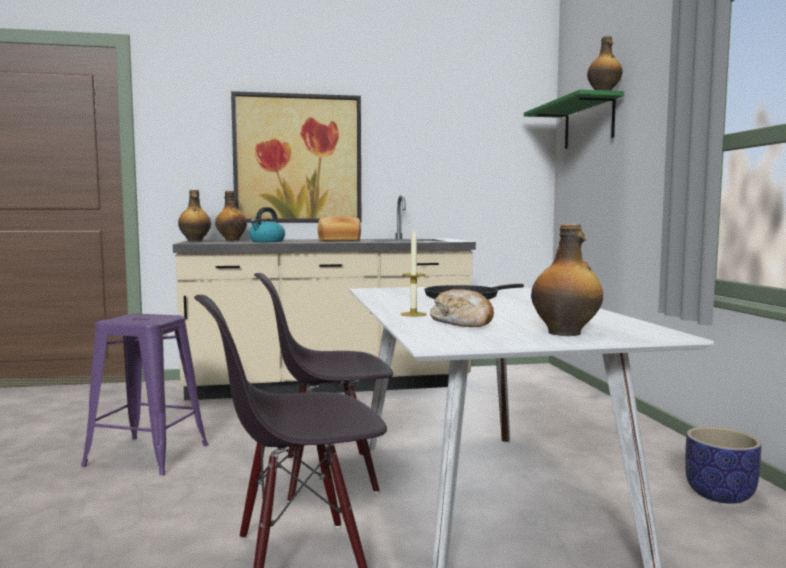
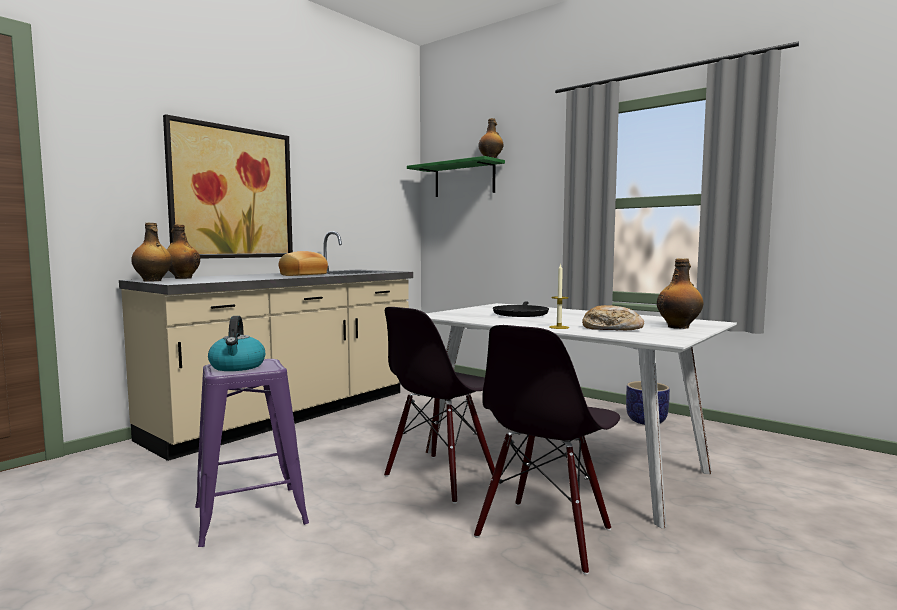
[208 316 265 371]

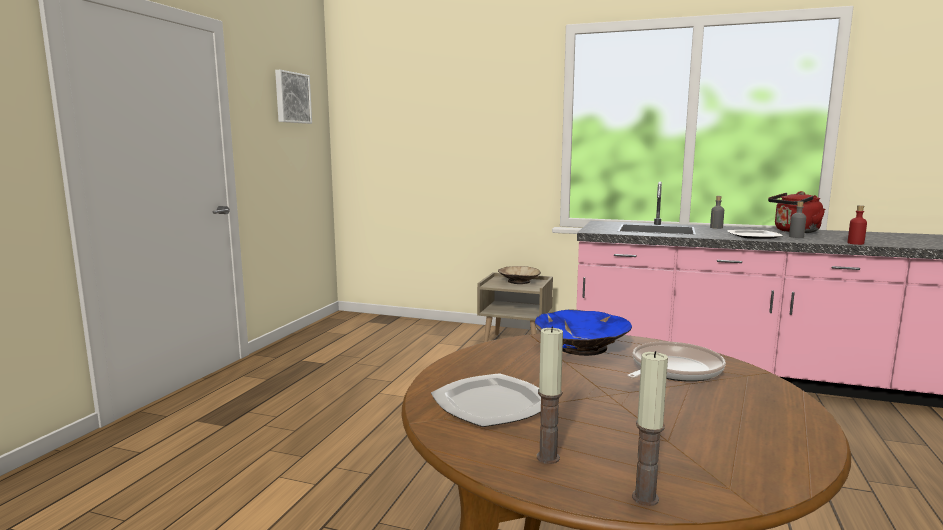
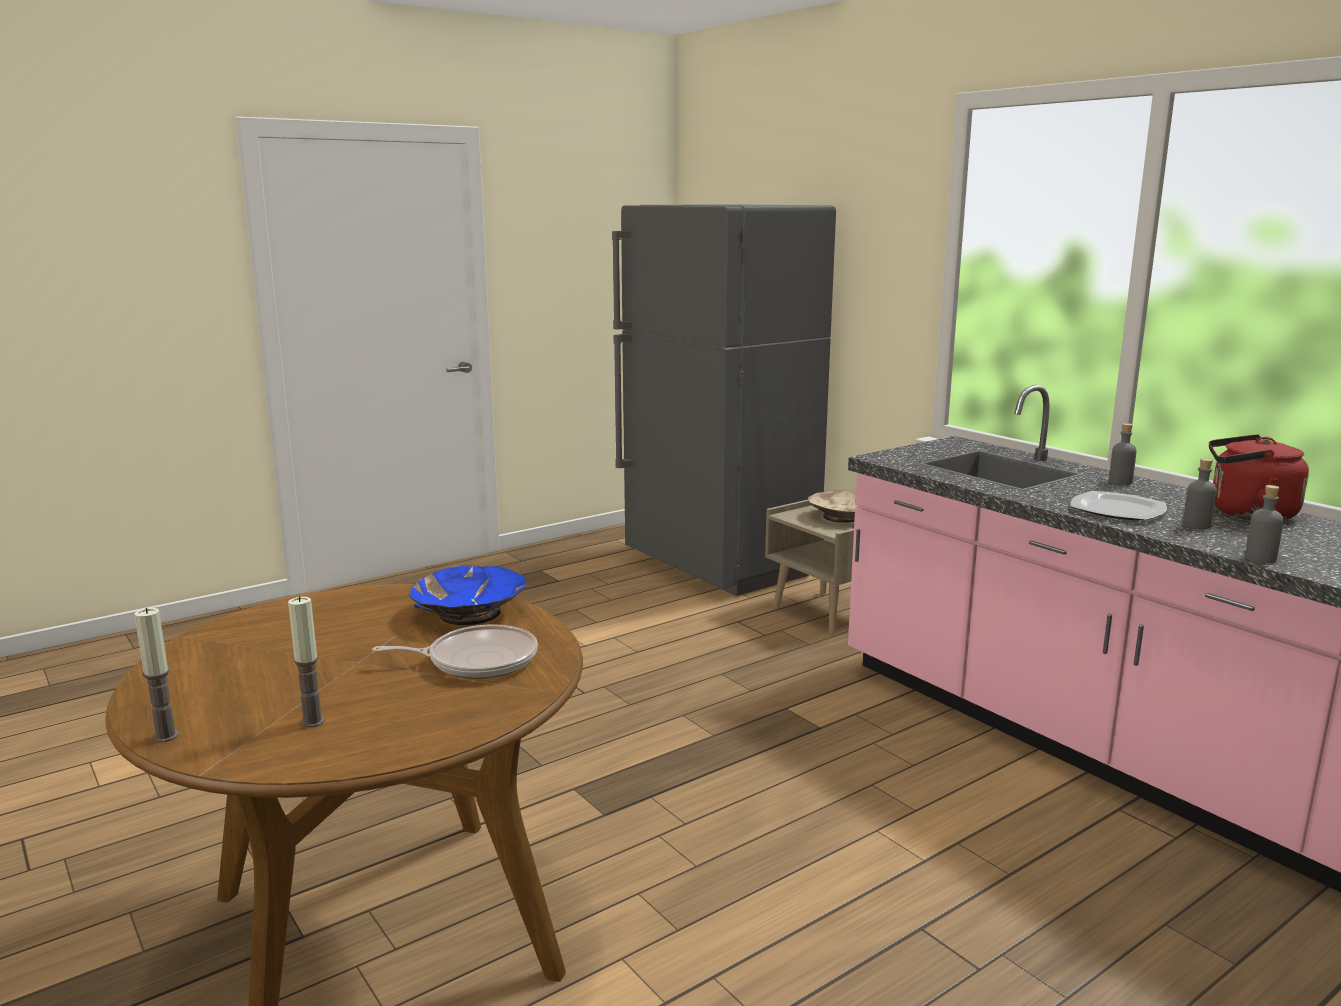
[275 70 312 124] (first image)
[431 373 541 427] (first image)
[288 596 325 728]
[1245 485 1284 563]
[612 204 836 596]

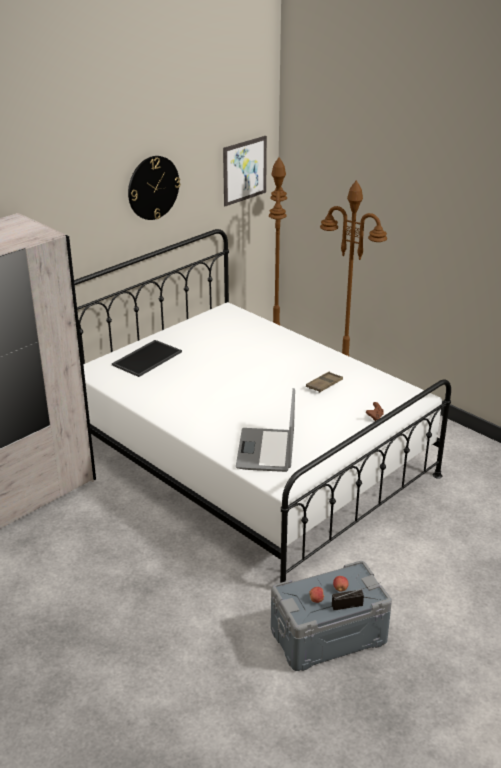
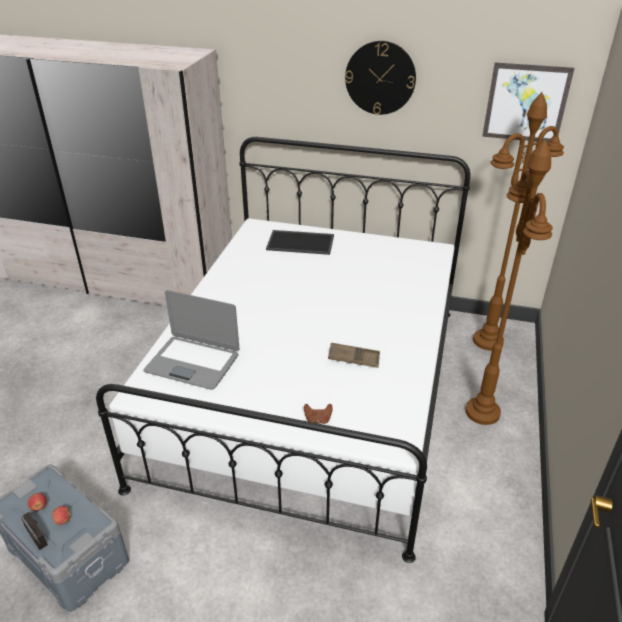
[143 290 239 390]

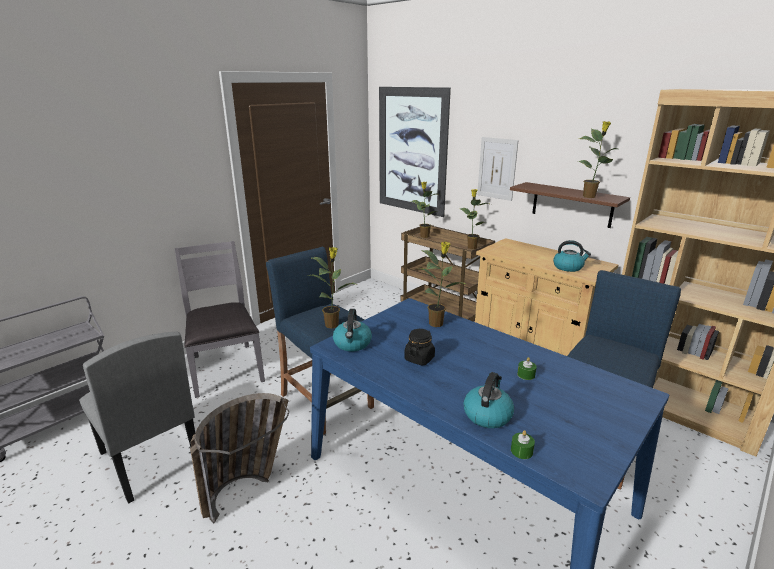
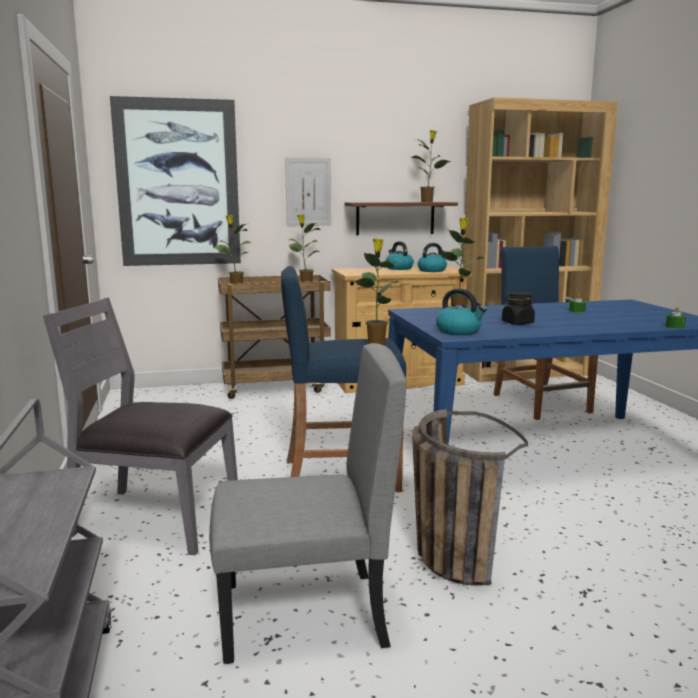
[385 241 414 270]

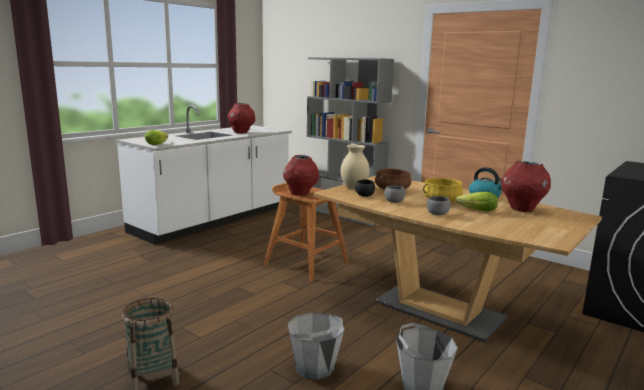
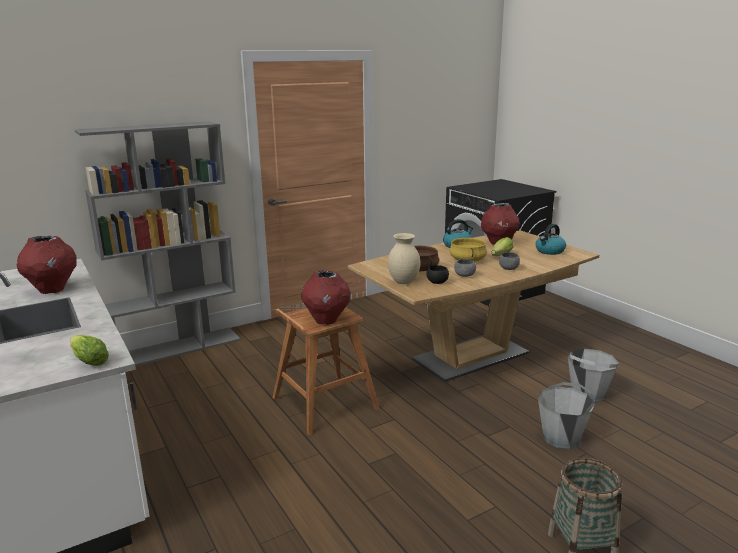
[535 224 566 255]

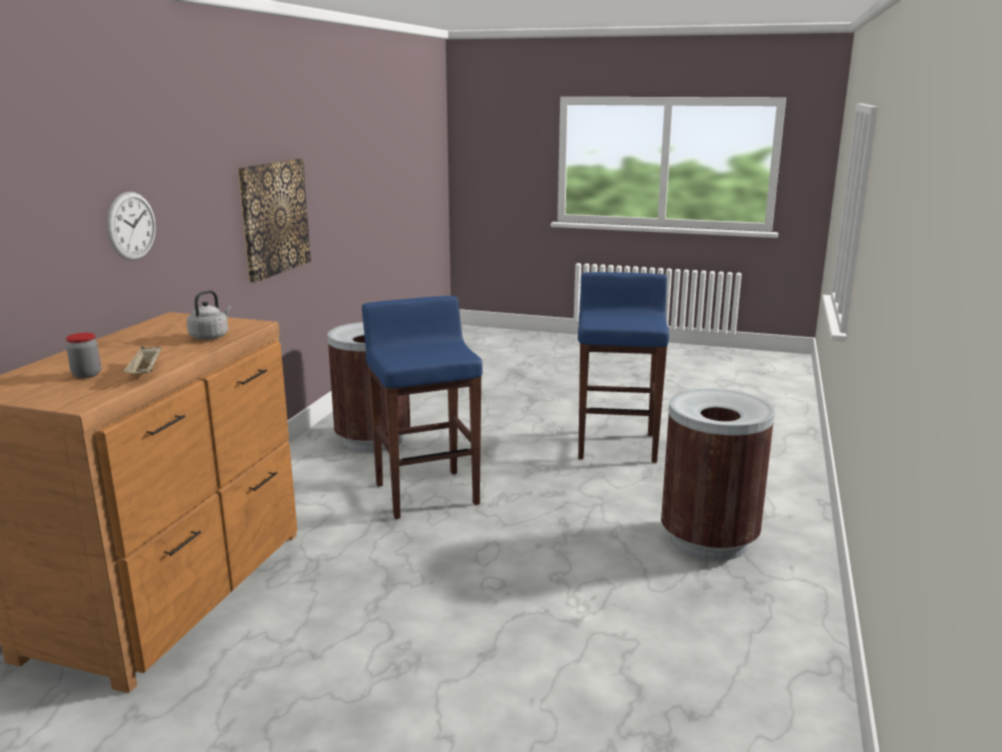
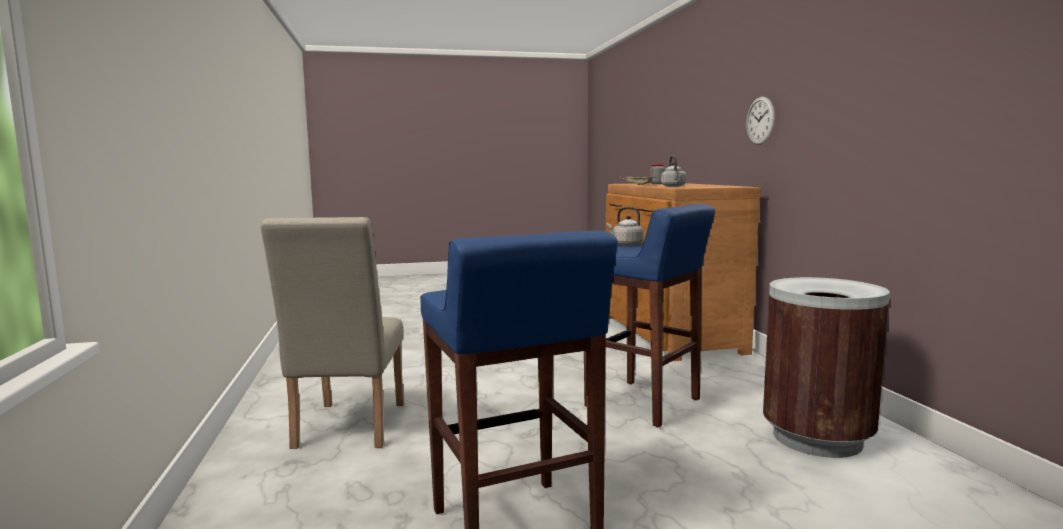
[238 159 311 283] (first image)
[261 217 404 449]
[607 207 644 246]

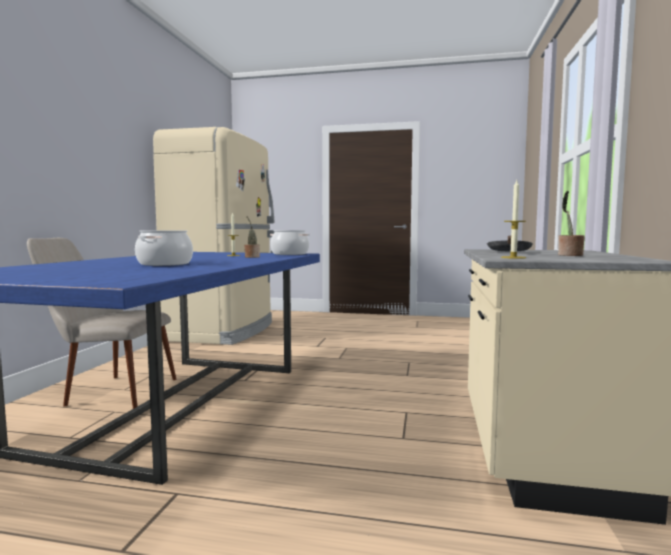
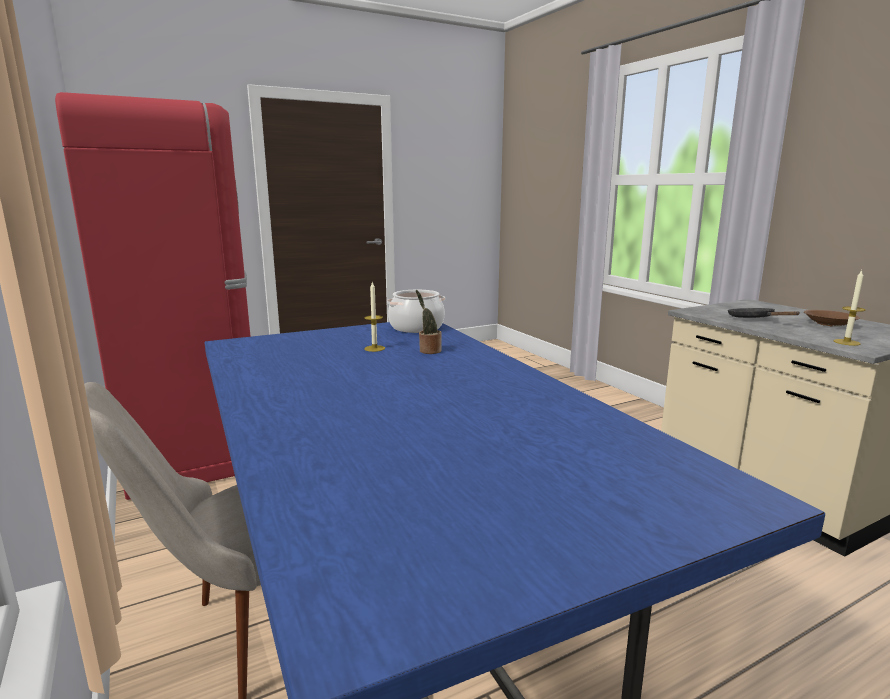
[135 230 193 266] (first image)
[55 92 251 500]
[804 310 860 327]

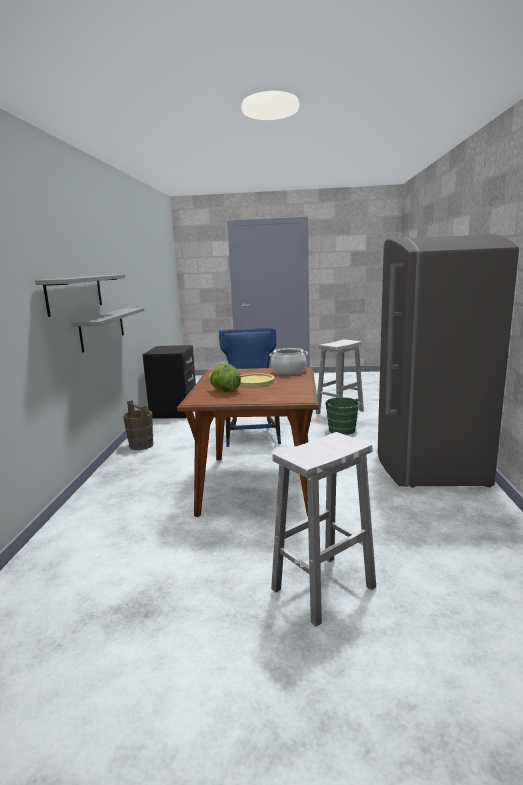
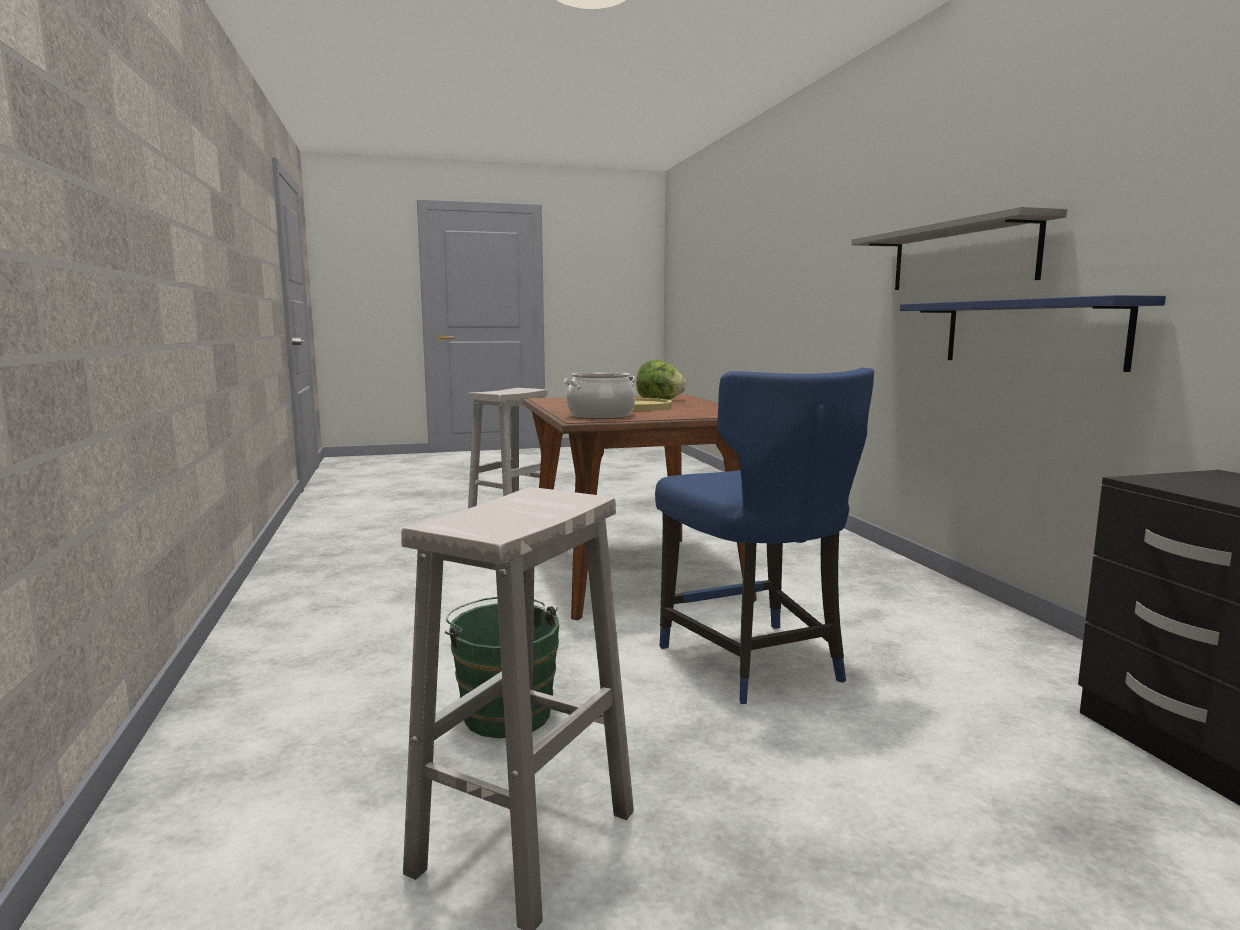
[900 295 1166 372]
[123 400 154 450] (first image)
[378 234 519 488] (first image)

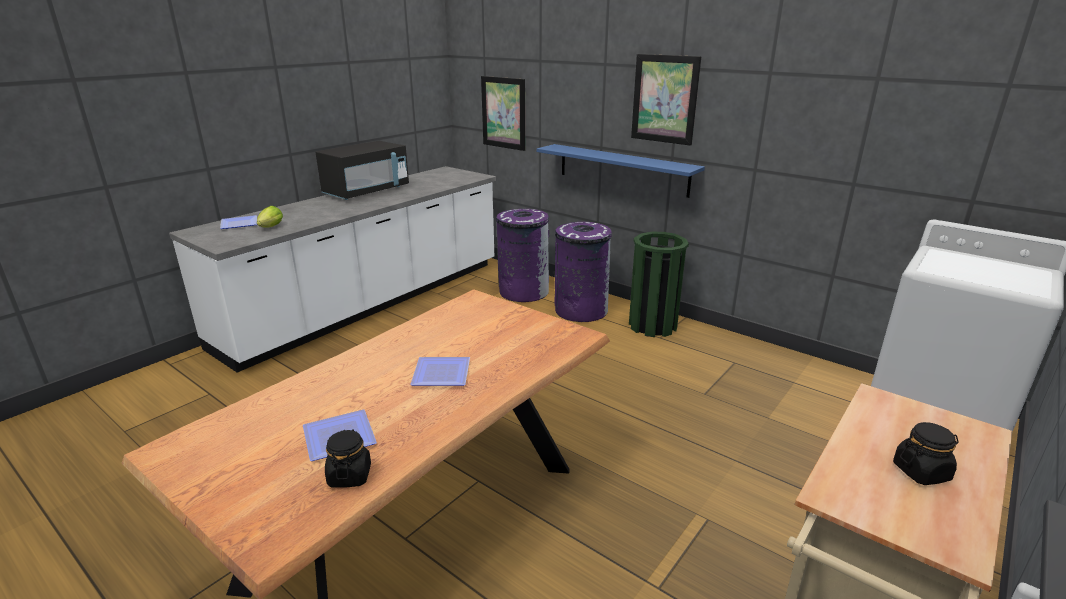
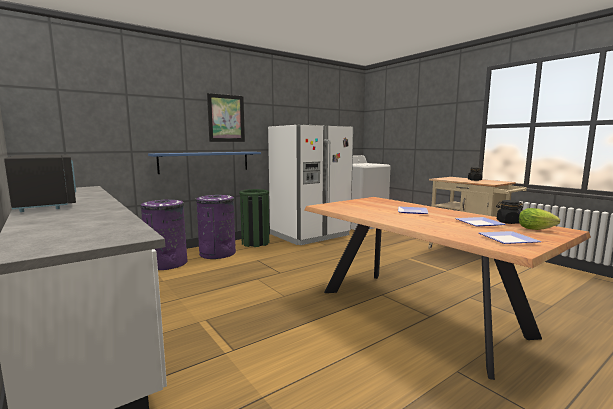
[479 231 541 244]
[519 208 560 230]
[481 76 525 151] (first image)
[268 124 353 245]

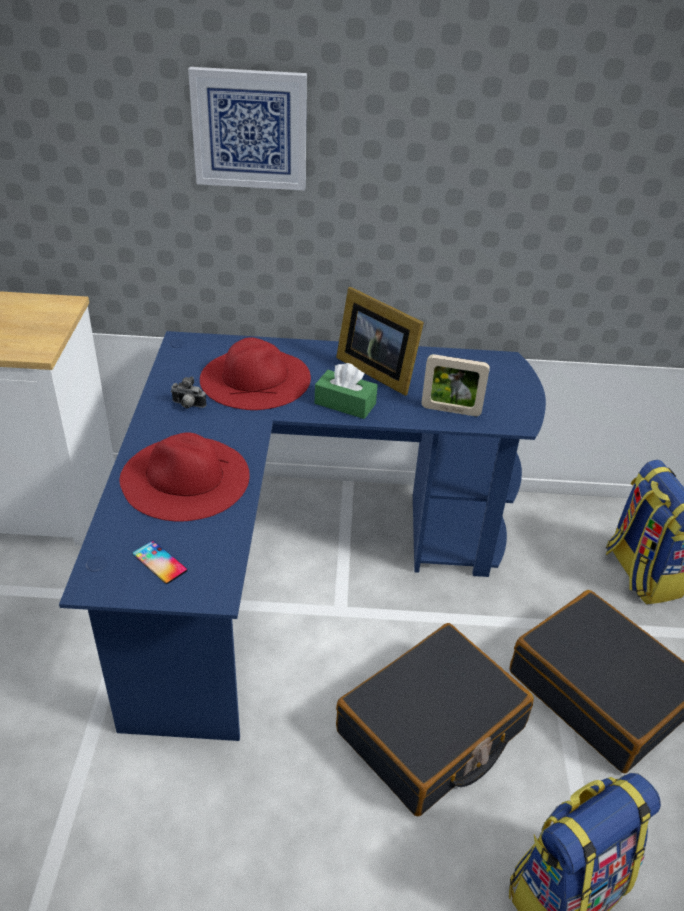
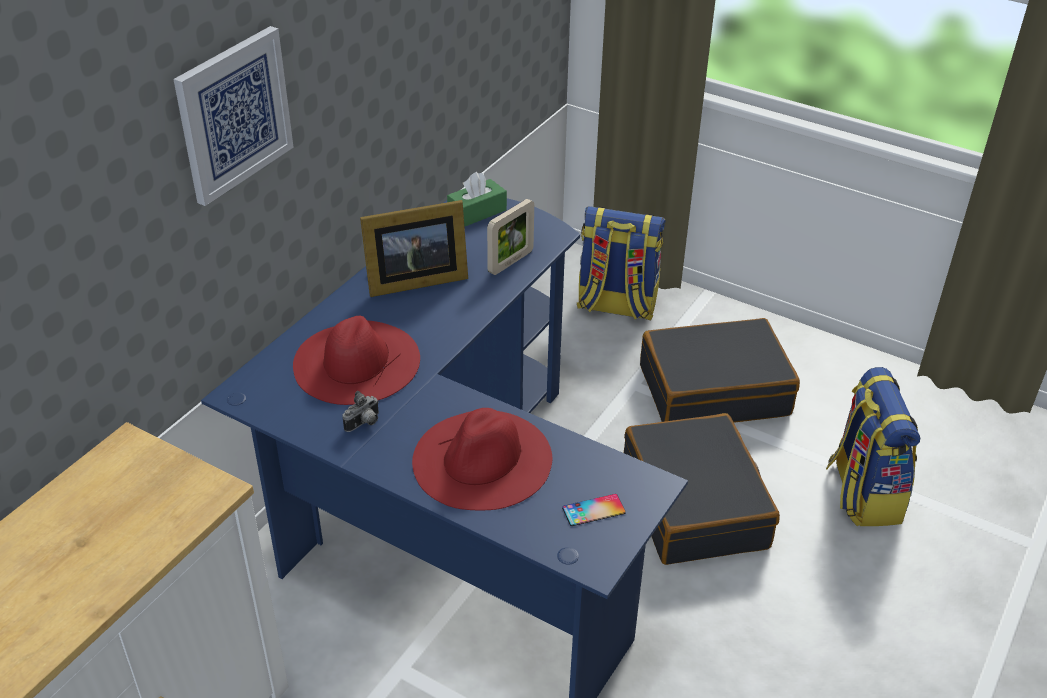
[447 172 507 227]

